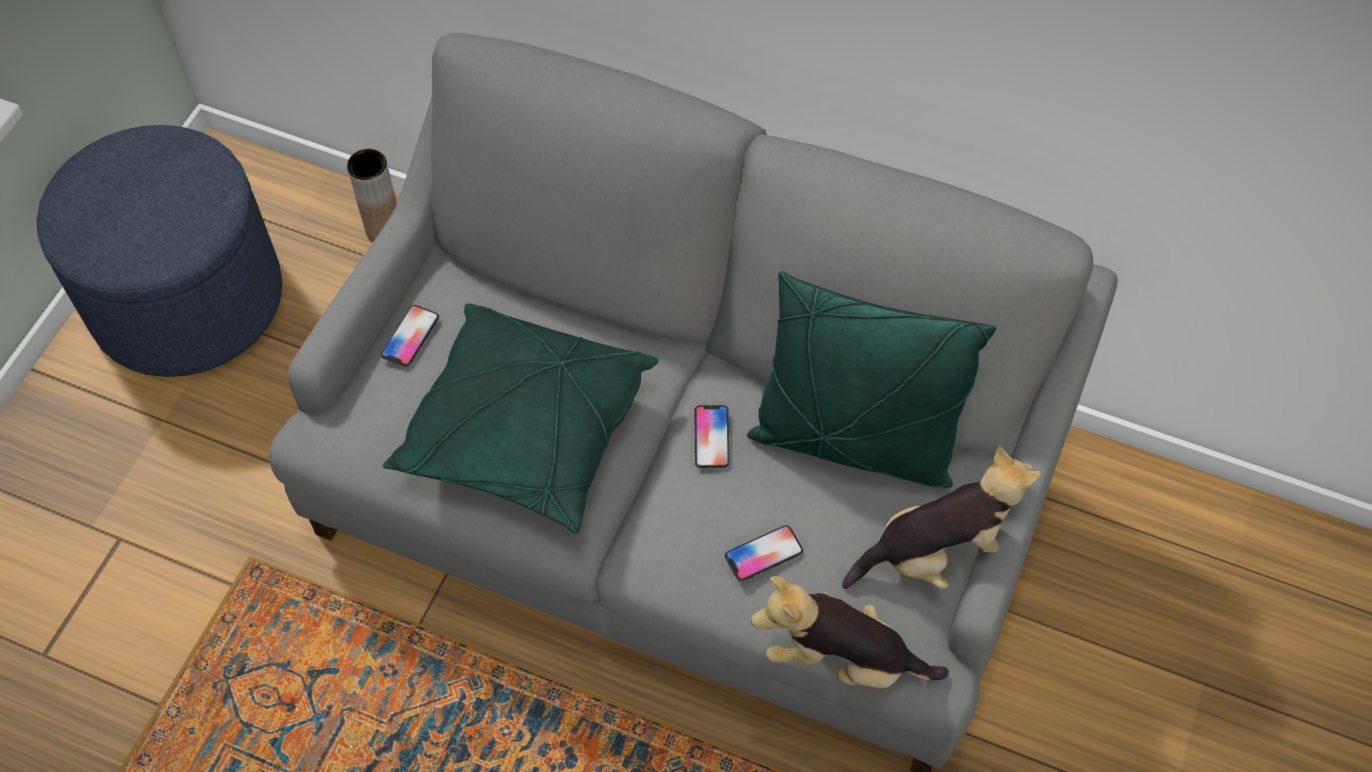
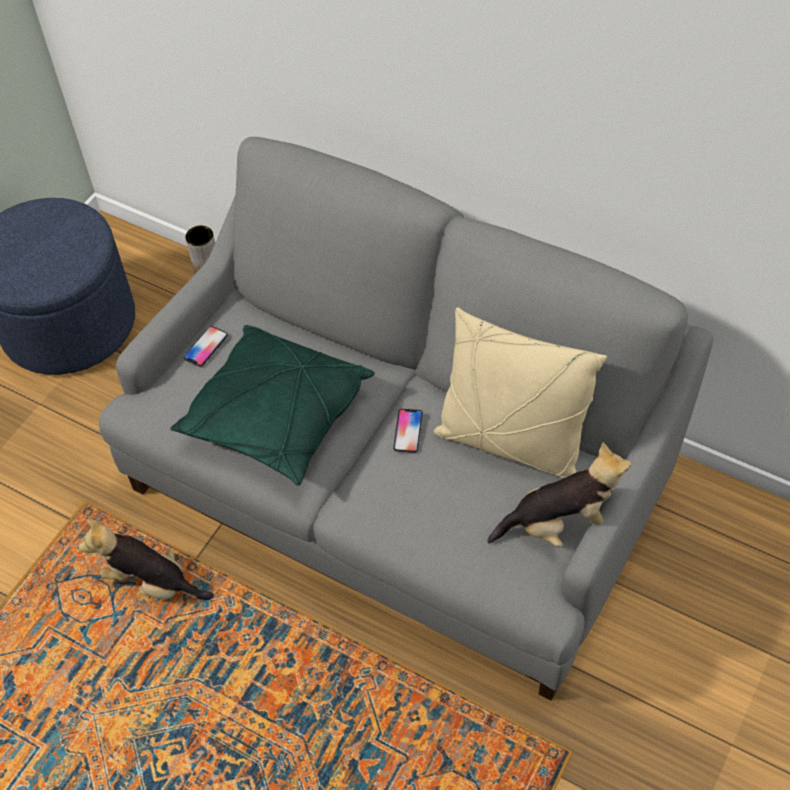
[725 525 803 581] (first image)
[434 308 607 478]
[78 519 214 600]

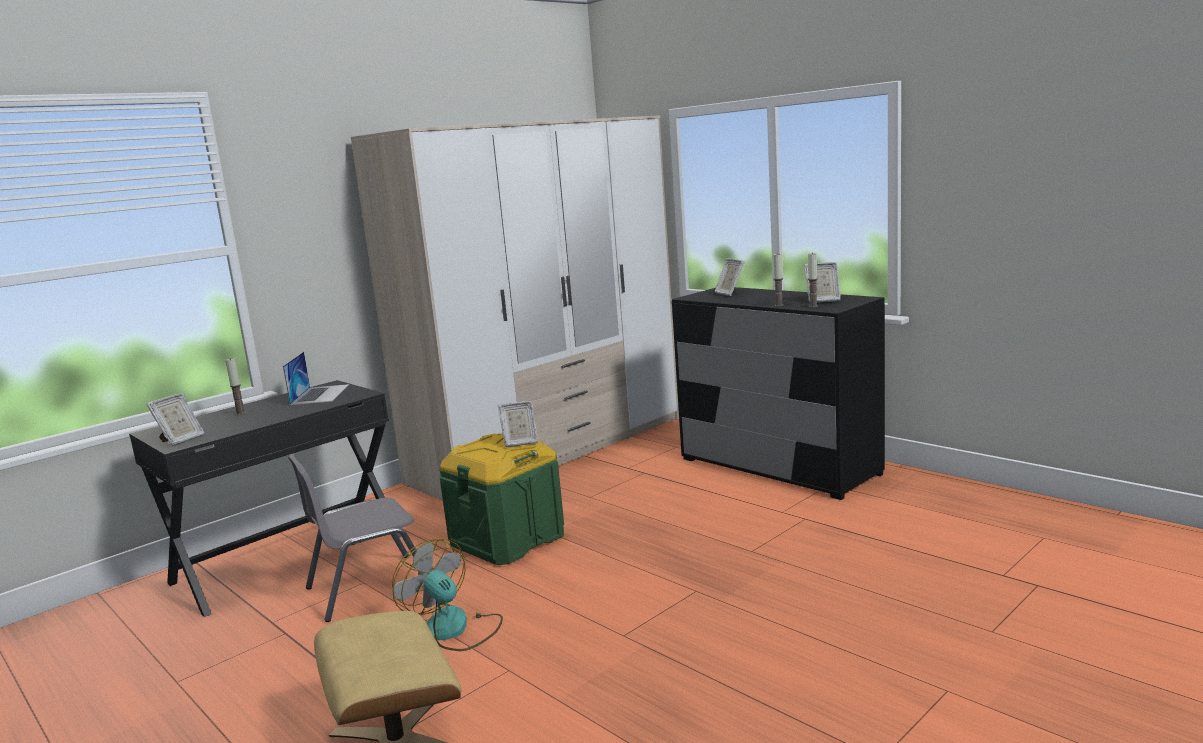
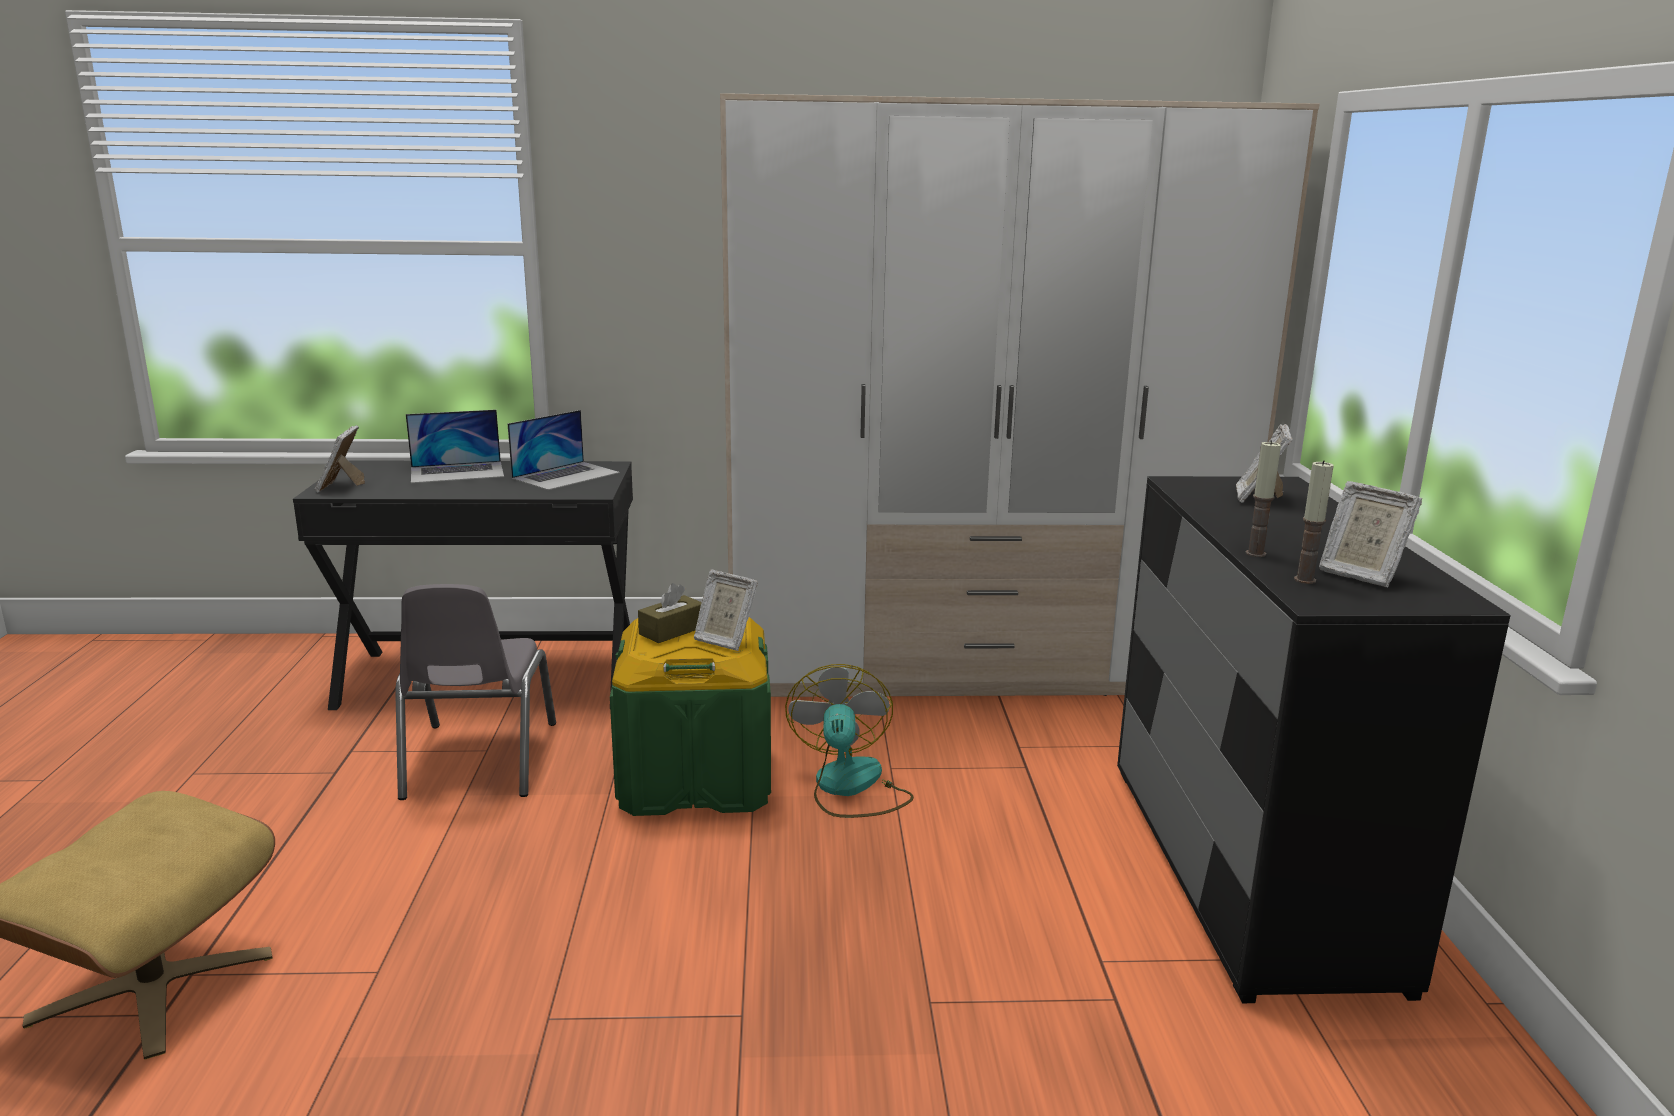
[314 426 365 493]
[406 410 504 483]
[395 584 556 800]
[785 664 914 818]
[638 583 702 643]

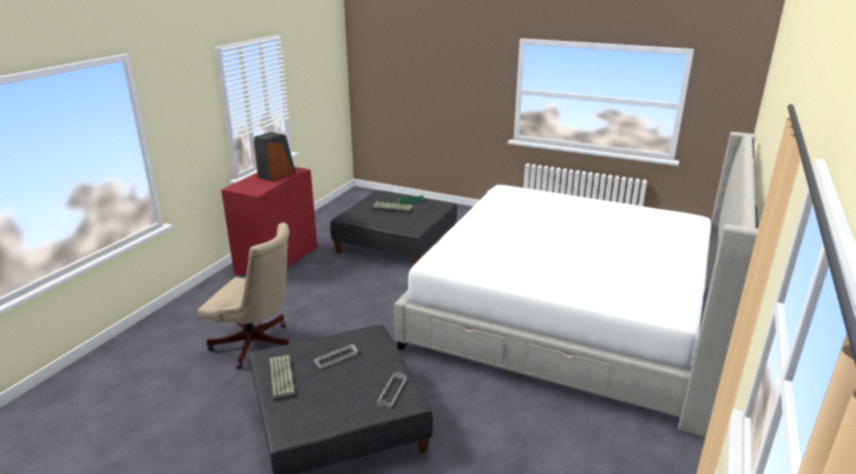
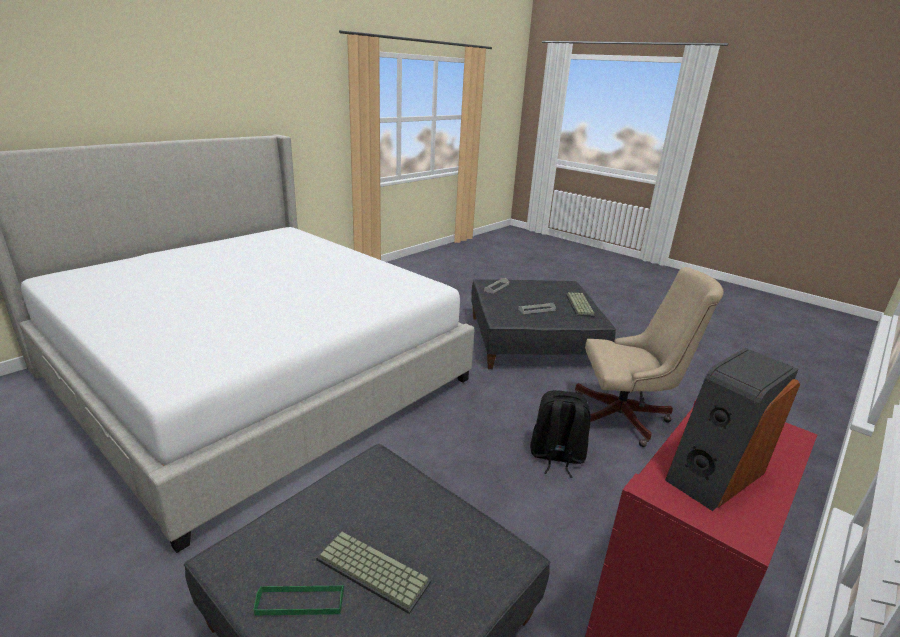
[575 267 723 447]
[530 390 591 478]

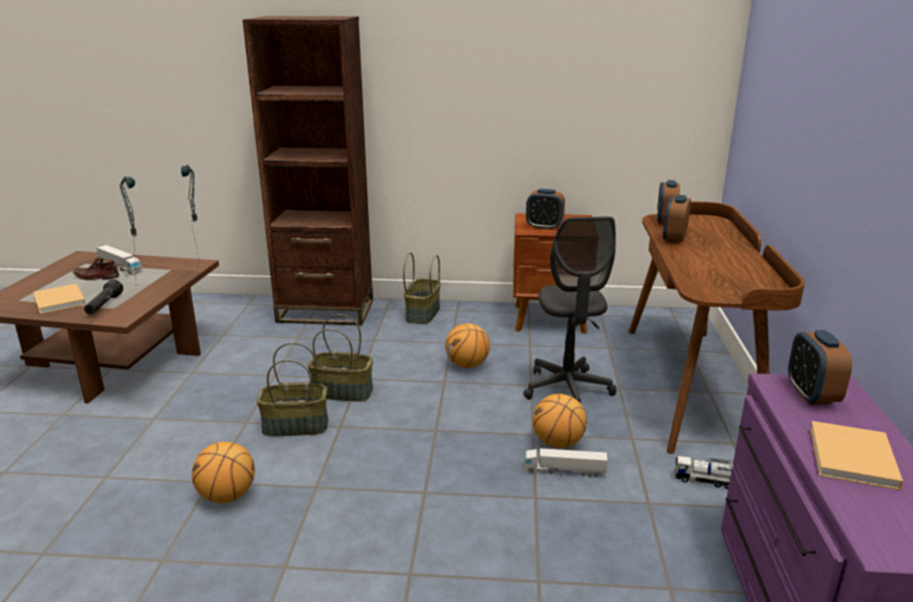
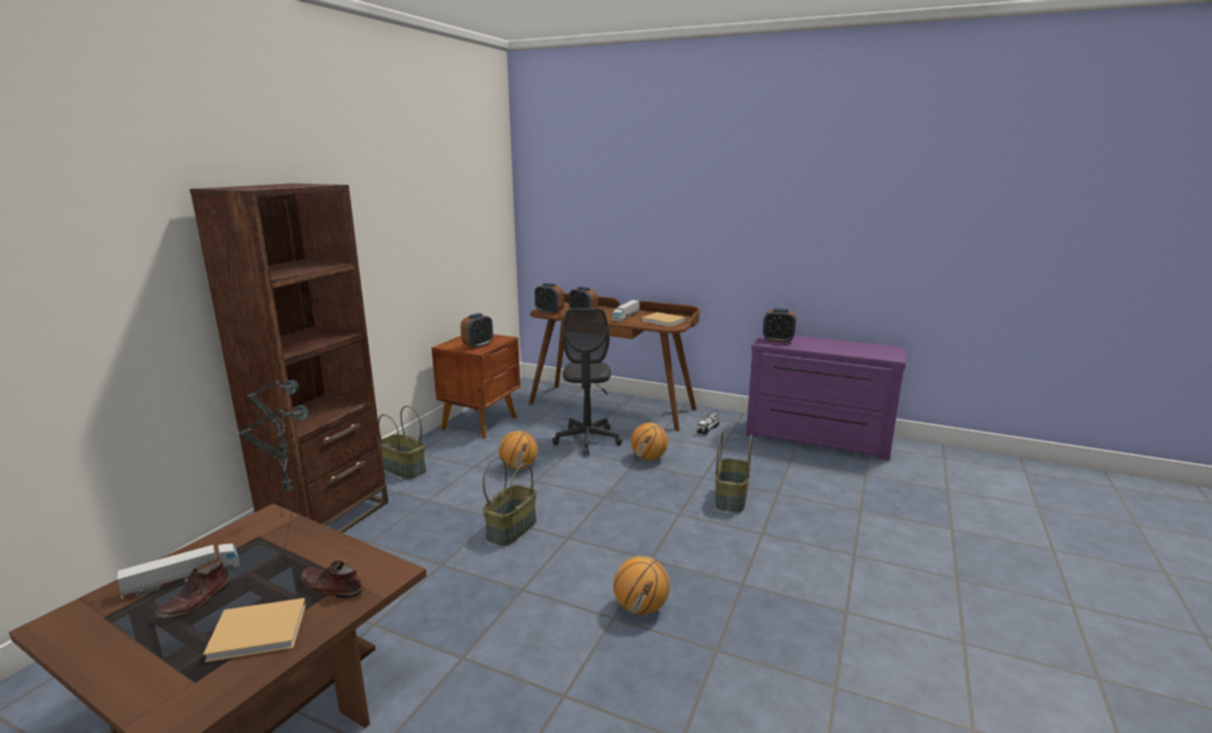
[301 561 363 599]
[715 431 752 513]
[552 308 622 456]
[613 300 640 322]
[641 312 685 327]

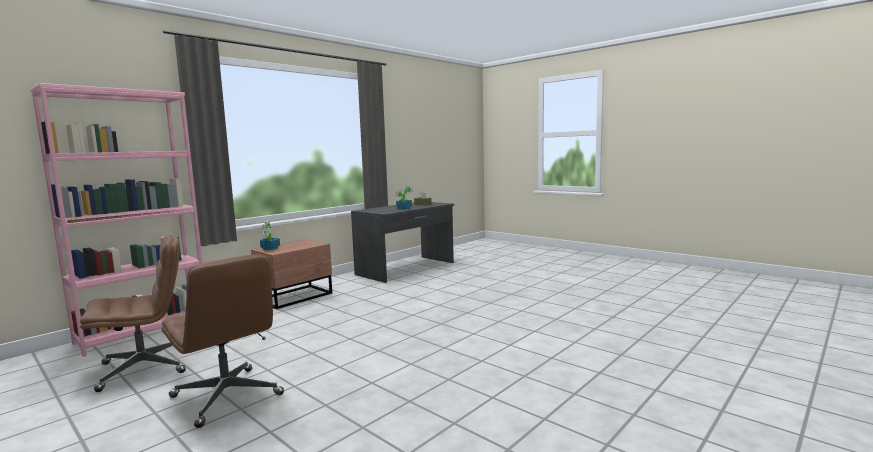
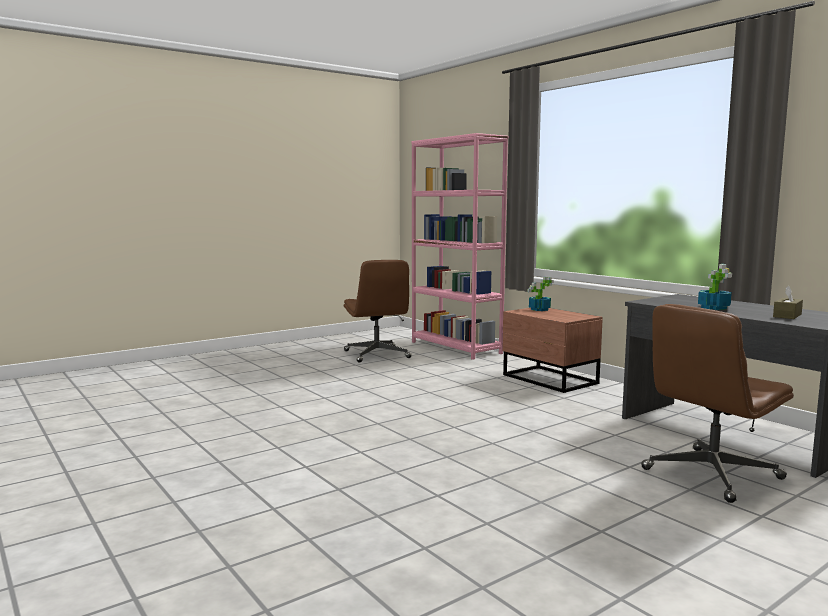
[641 304 794 503]

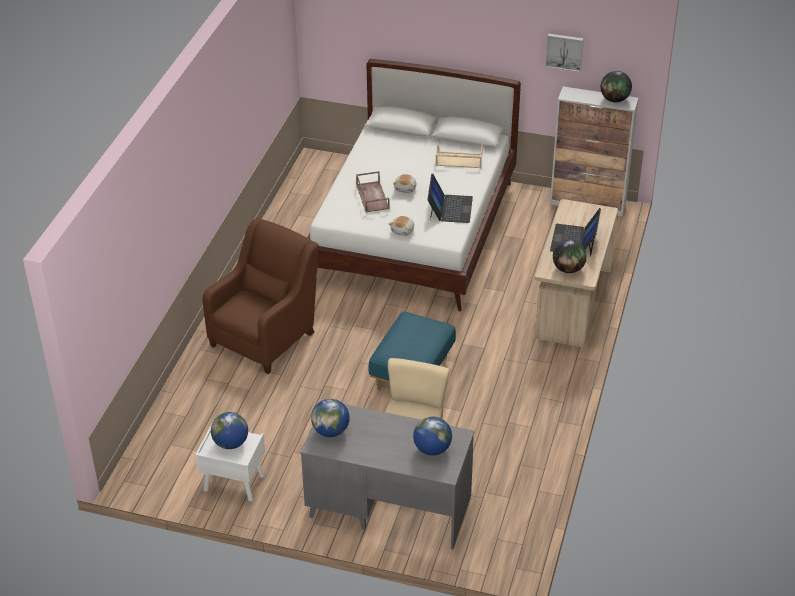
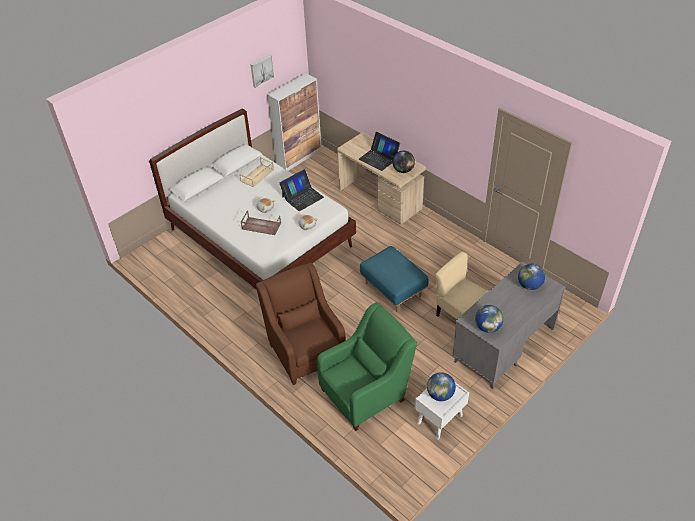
[279 169 324 211]
[601 71 632 102] (first image)
[317 302 417 431]

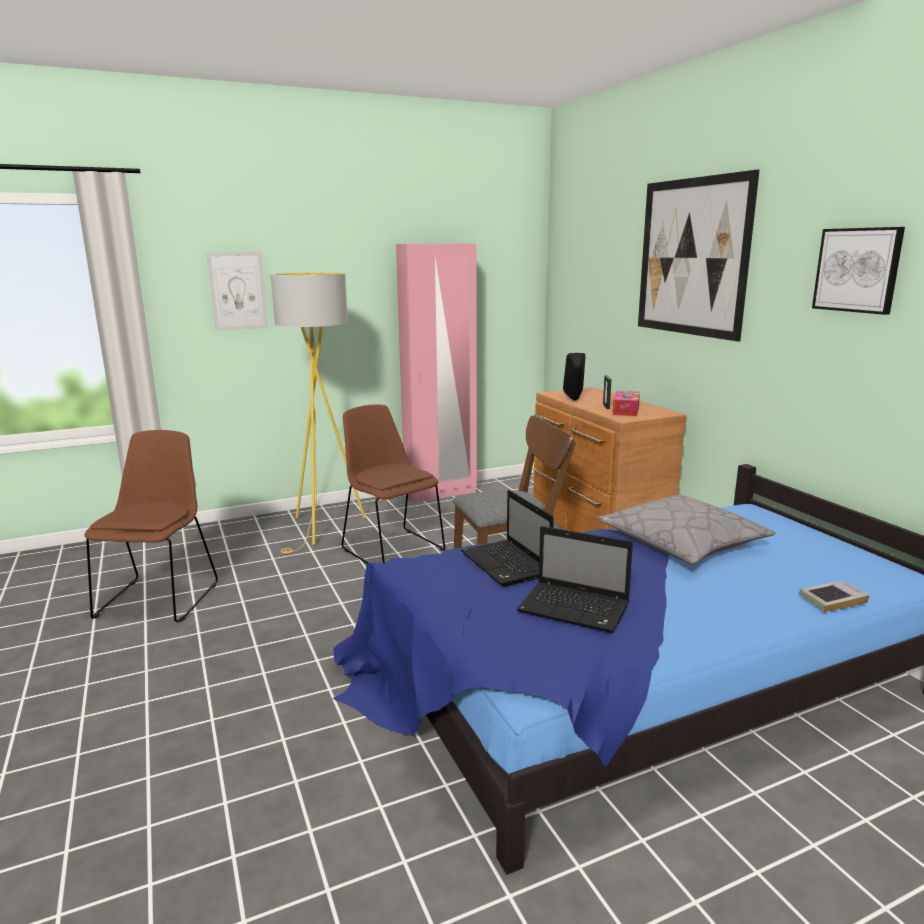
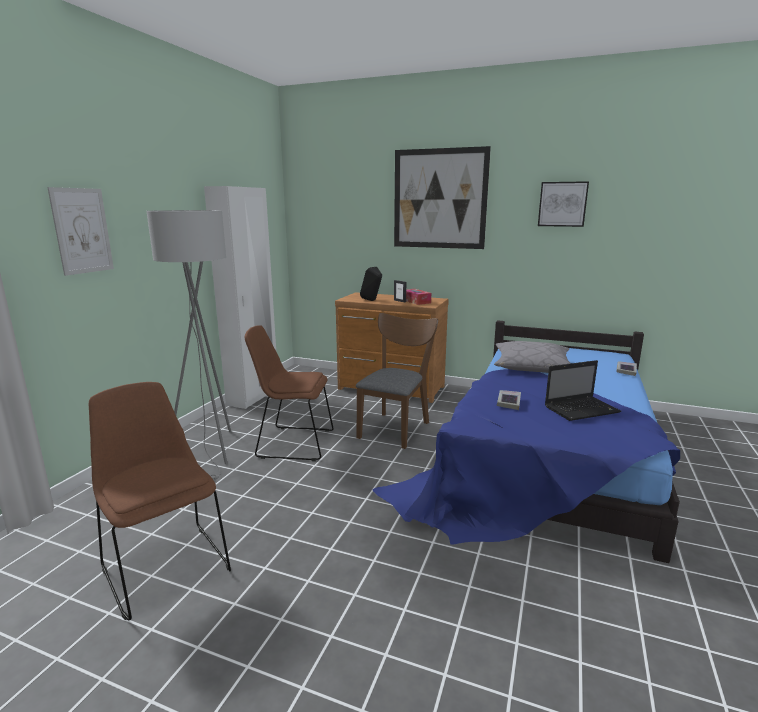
[147 210 231 480]
[204 186 276 409]
[497 390 521 410]

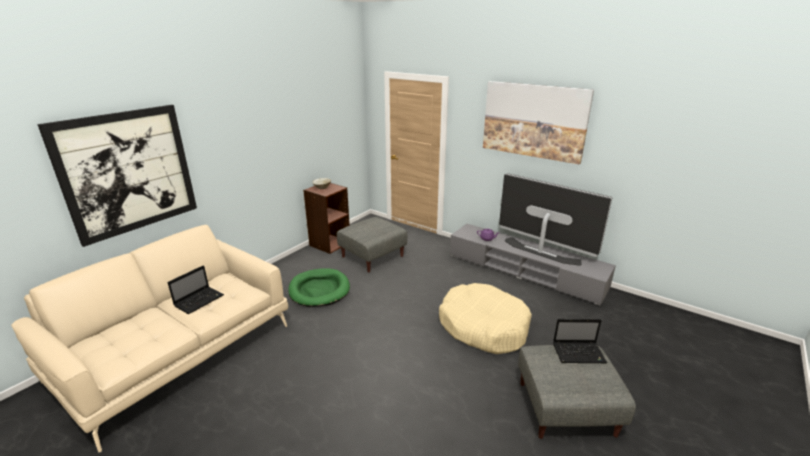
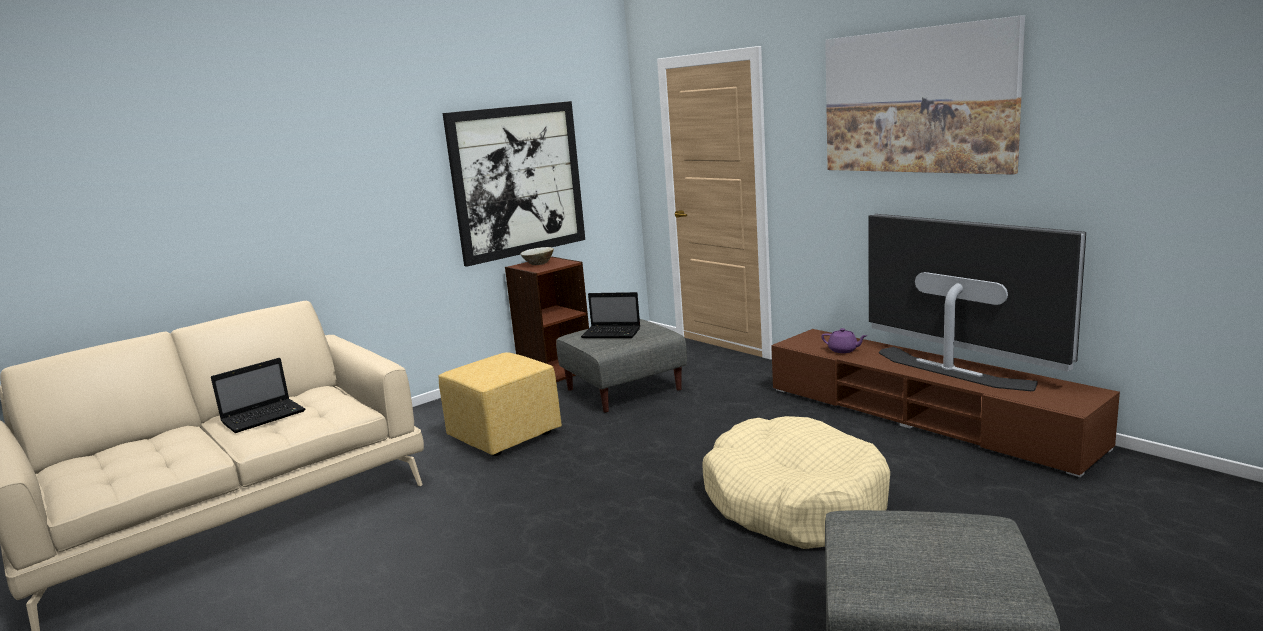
[442 101 585 267]
[438 352 562 456]
[771 329 1120 477]
[581 292 640 338]

